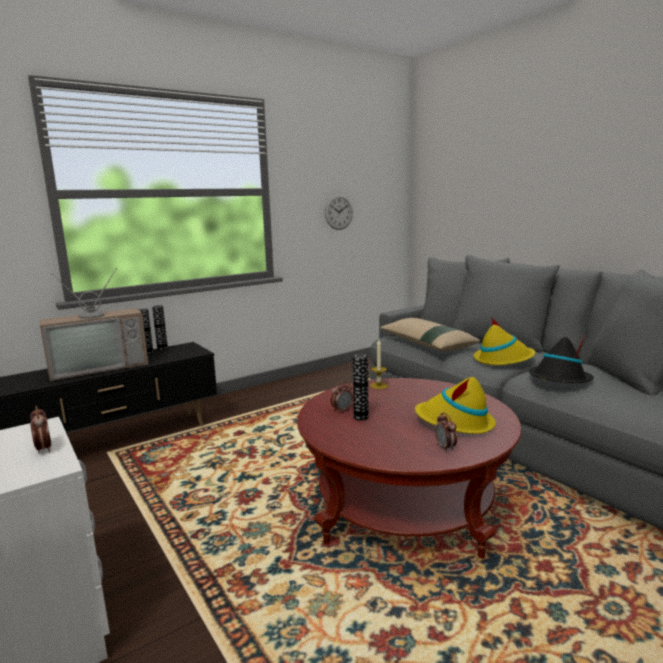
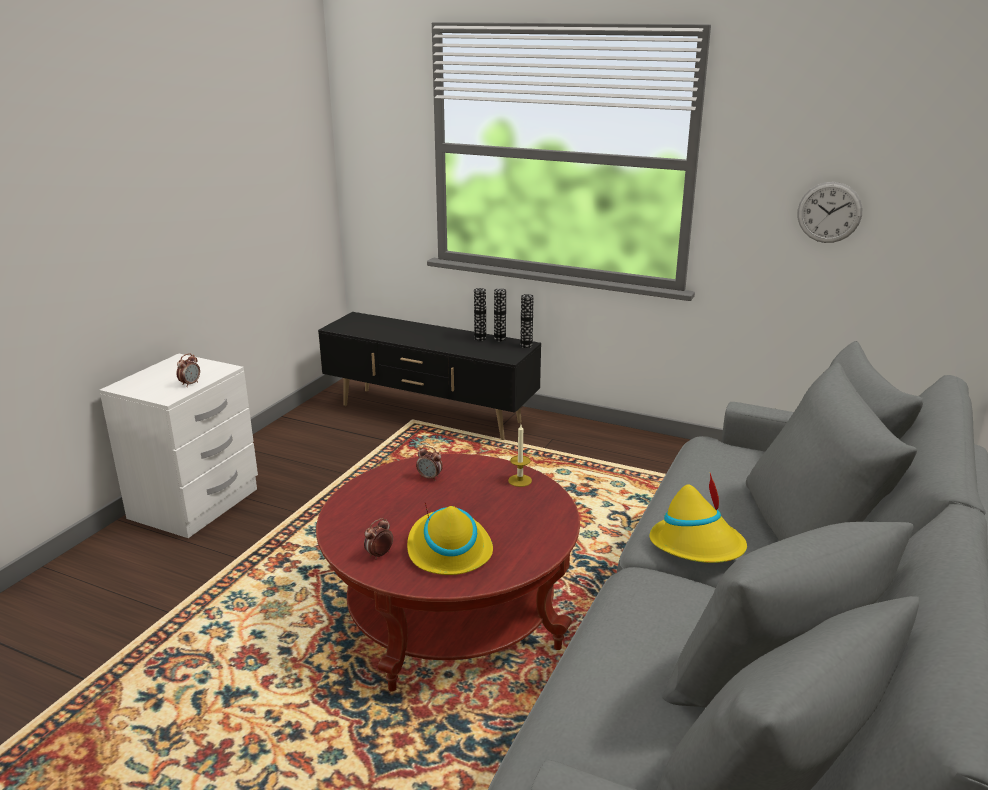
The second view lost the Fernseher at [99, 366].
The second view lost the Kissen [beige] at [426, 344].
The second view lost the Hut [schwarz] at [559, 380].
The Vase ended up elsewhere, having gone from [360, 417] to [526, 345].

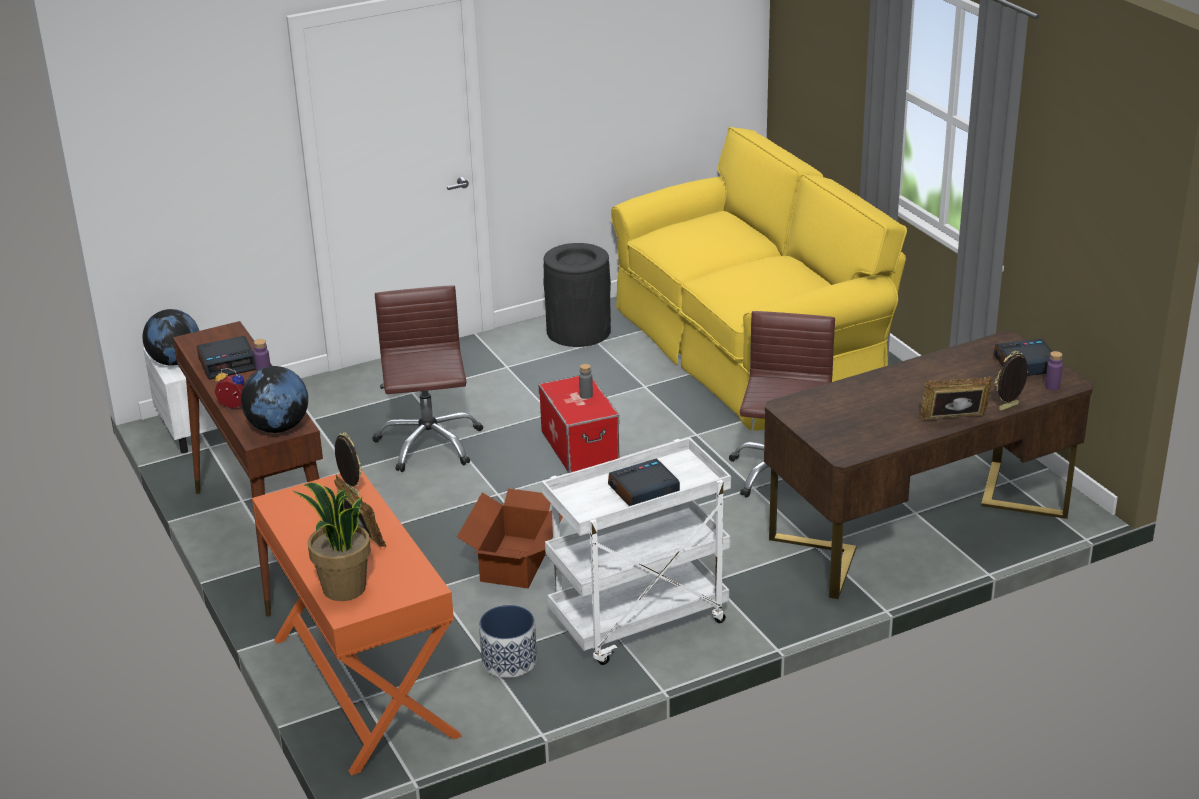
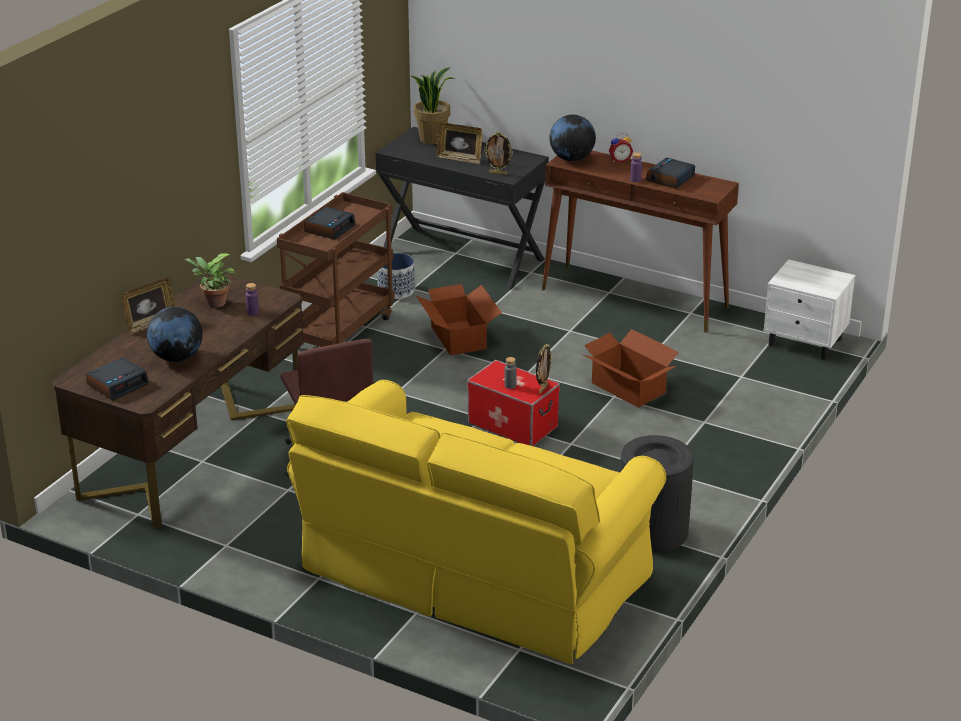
Where the Bürostuhl [braun] stood at [428, 443], the Karton came to stand at [628, 388].
The Globus ended up elsewhere, having gone from [175, 361] to [177, 357].
The Bilderrahmen ended up elsewhere, having gone from [1009, 407] to [543, 389].
The Flasche [lila] ended up elsewhere, having gone from [1052, 386] to [253, 312].
What was the Rollwagen [weiß] at [638, 623] turned into the Rollwagen [braun] at [339, 331].
What was the Schreibtisch [orange] at [362, 686] turned into the Schreibtisch [schwarz] at [463, 257].
The second view gained the Topfpflanze at [213, 303].

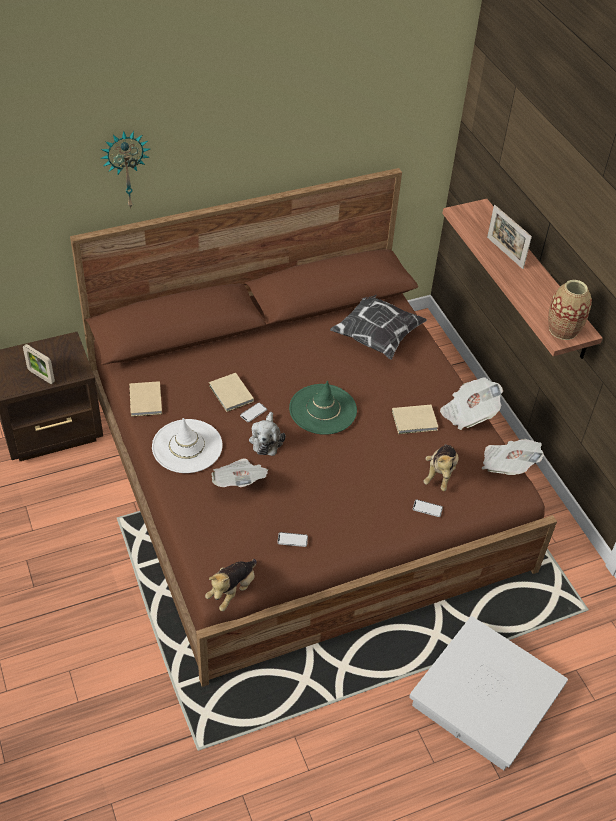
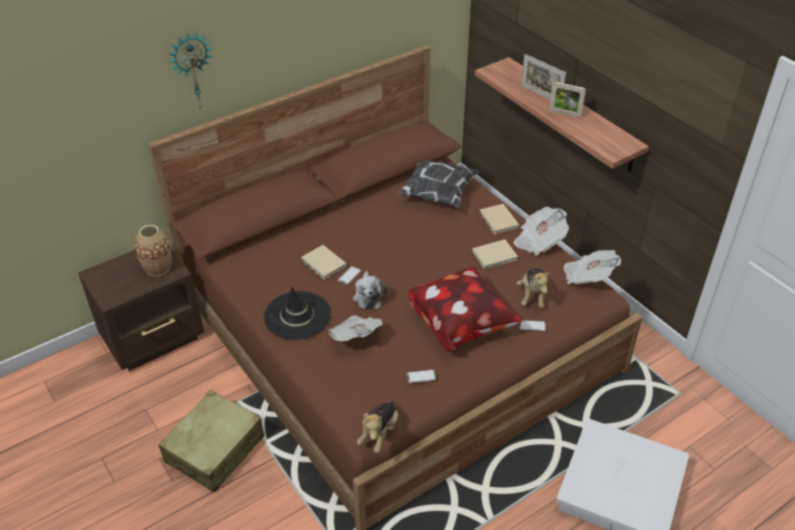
The Vase ended up elsewhere, having gone from [563, 330] to [158, 267].
The Bilderrahmen ended up elsewhere, having gone from [41, 376] to [565, 113].
The Buch [beige] ended up elsewhere, having gone from [145, 401] to [498, 221].
The second view lost the Hut [grün] at [322, 409].
What was the Hut [weiß] at [187, 446] turned into the Hut [schwarz] at [297, 316].
The second view gained the Kissen at [461, 324].
The second view gained the Koffer [beige] at [215, 449].

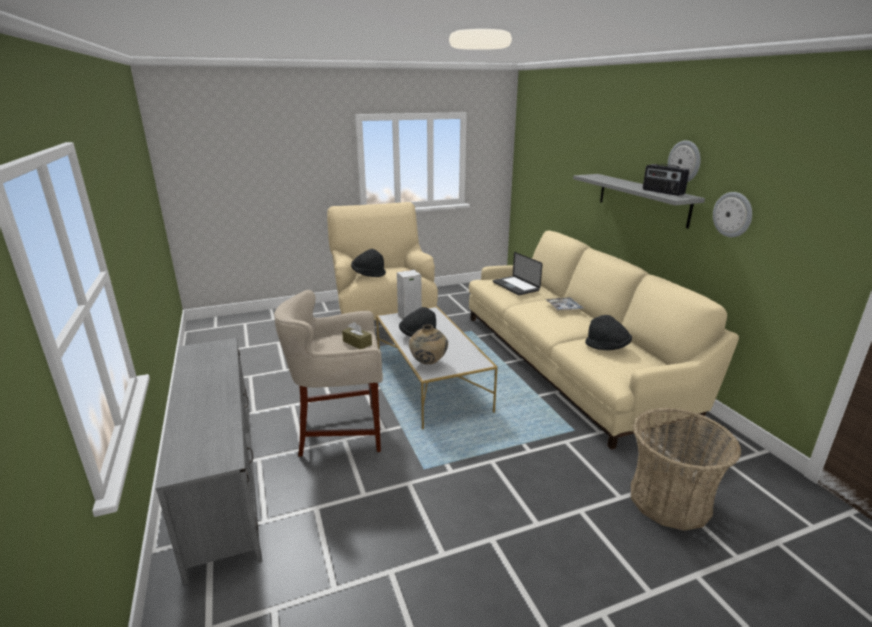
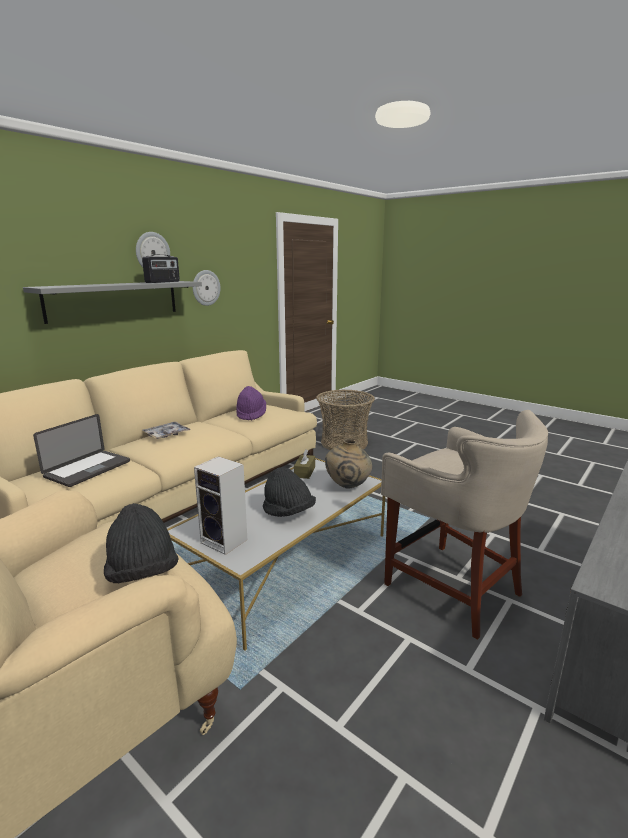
What was the Hut [schwarz] at [607, 347] turned into the Hut [lila] at [251, 414].
The Taschentuchbox [braun] ended up elsewhere, having gone from [357, 343] to [304, 472].

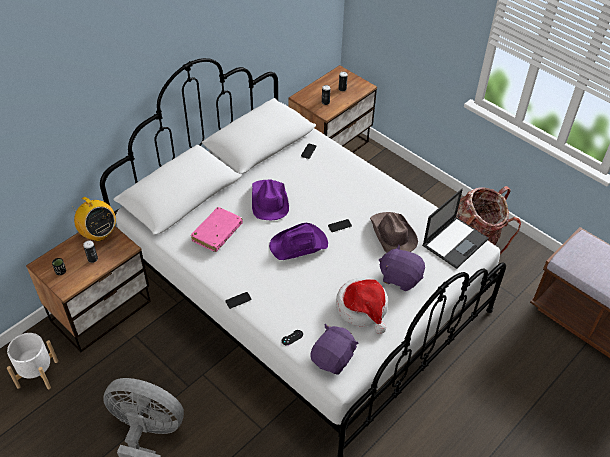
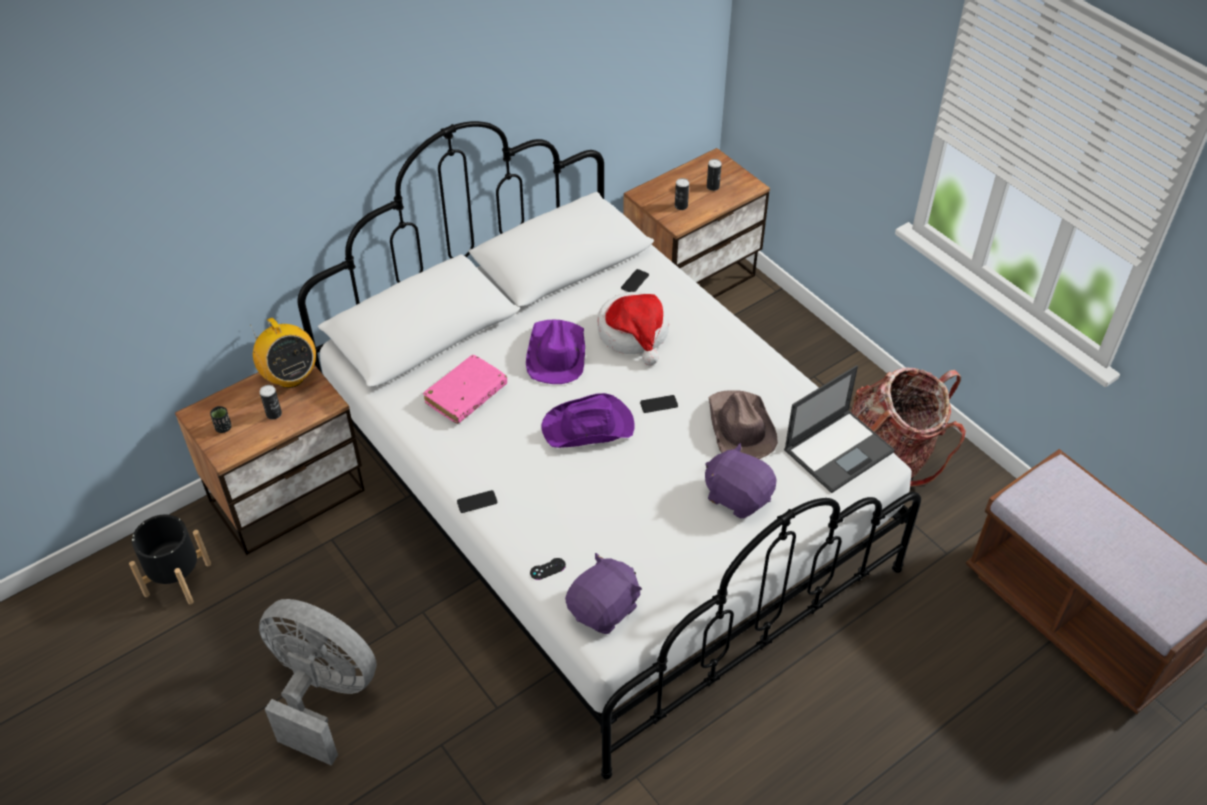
The Hut ended up elsewhere, having gone from [362, 308] to [634, 334].
What was the Pflanzkübel [weiß] at [37, 374] turned into the Pflanzkübel [schwarz] at [177, 579].

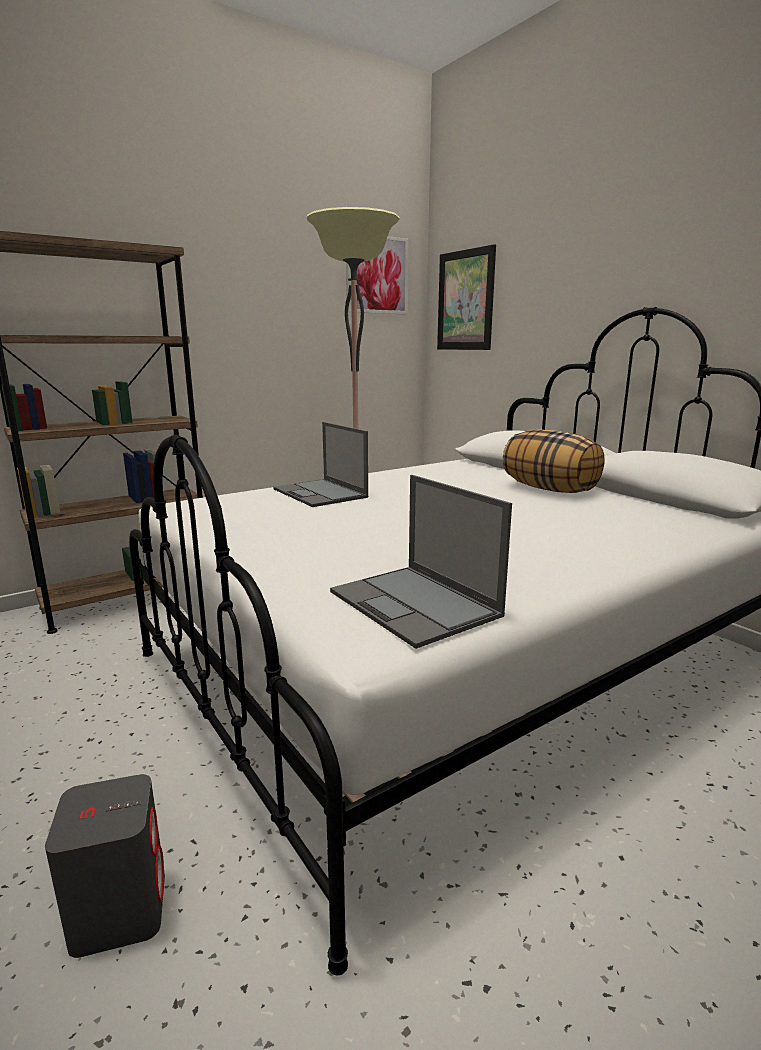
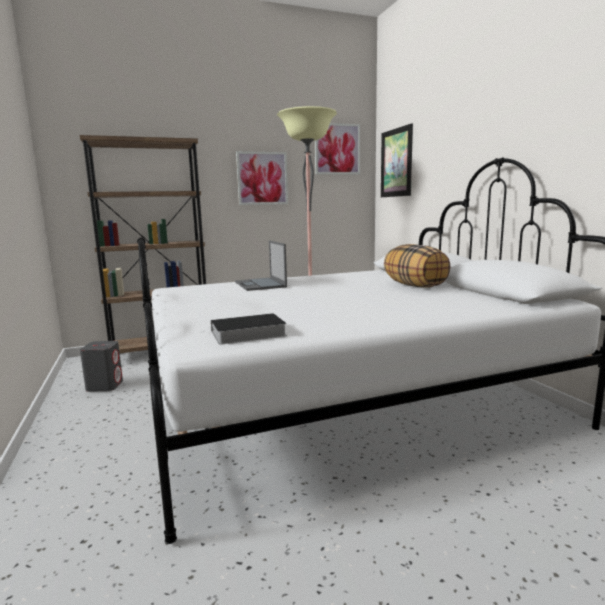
Where the Laptop stood at [415, 604], the Buch came to stand at [246, 334].
The Lautsprecher [grau] ended up elsewhere, having gone from [119, 910] to [105, 386].
The second view gained the Bild at [262, 178].

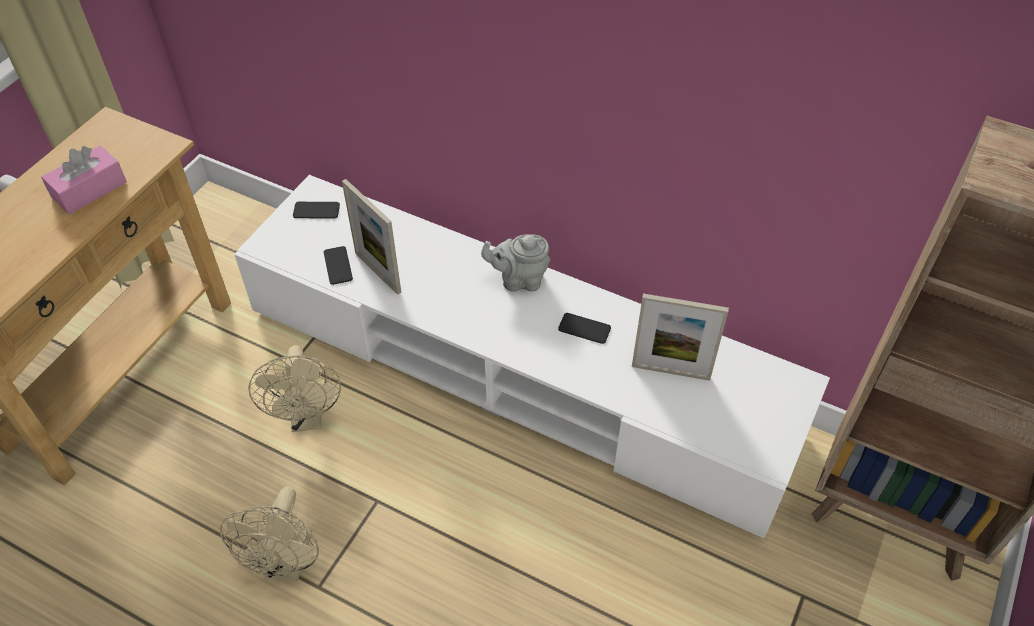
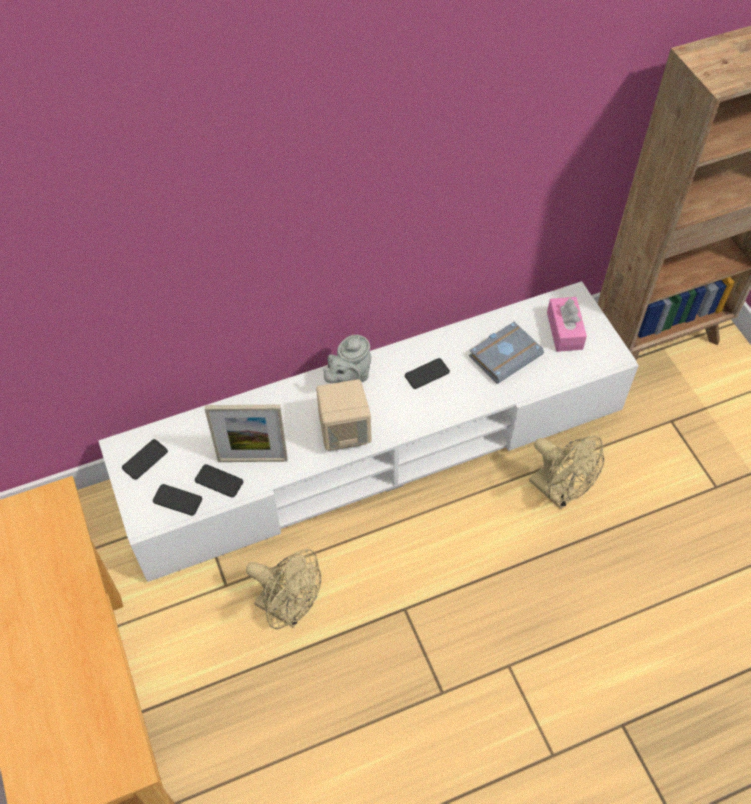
The Taschentuchbox [rosa] ended up elsewhere, having gone from [89, 190] to [564, 330].
Where the Bilderrahmen stood at [670, 371], the Buch [grau] came to stand at [505, 354].
The Ventilator [beige] ended up elsewhere, having gone from [288, 564] to [559, 492].
The second view gained the Lautsprecher [beige] at [344, 432].
The second view gained the Handy at [177, 500].

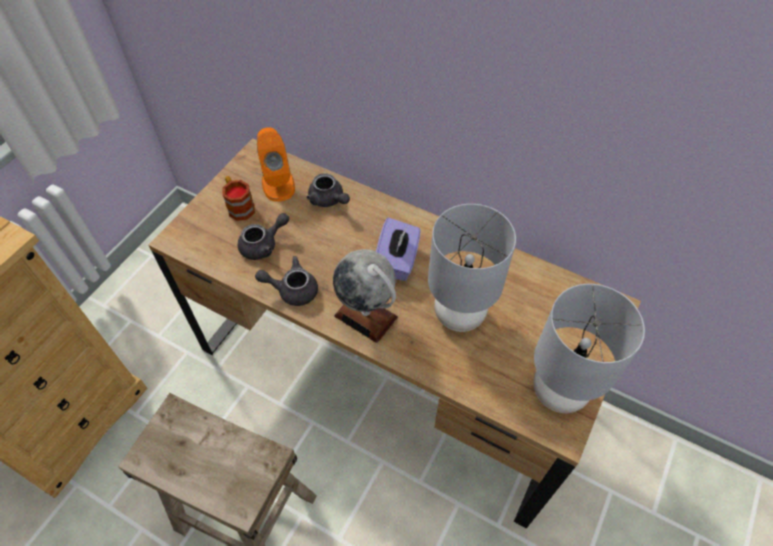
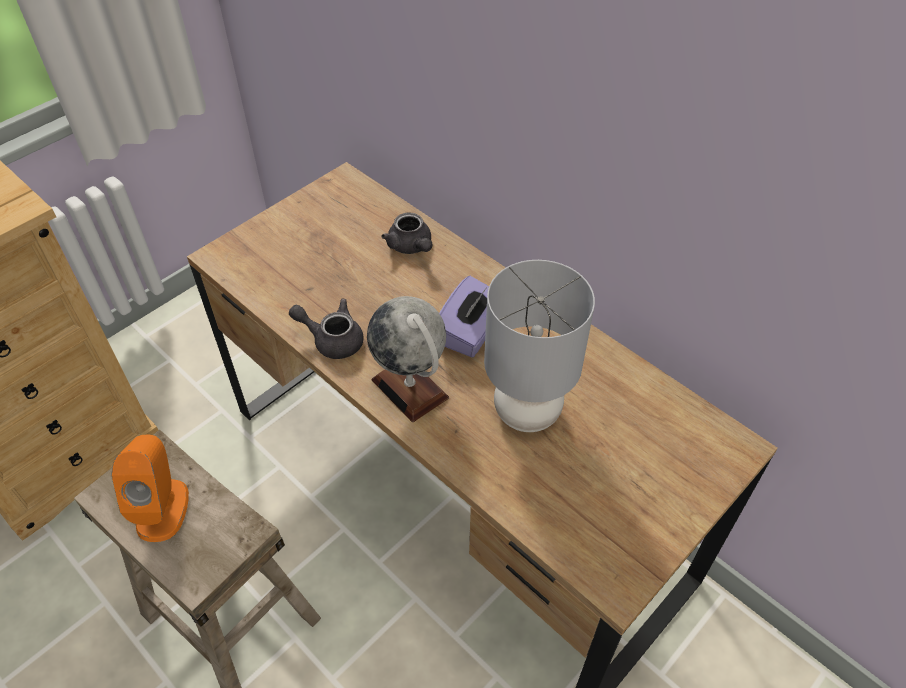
The Lautsprecher [orange] ended up elsewhere, having gone from [278, 183] to [162, 508].
The second view lost the Henkelbecher at [239, 206].
The second view lost the Teekanne [grau] at [264, 245].
The second view lost the Tischlampe [grau] at [559, 393].

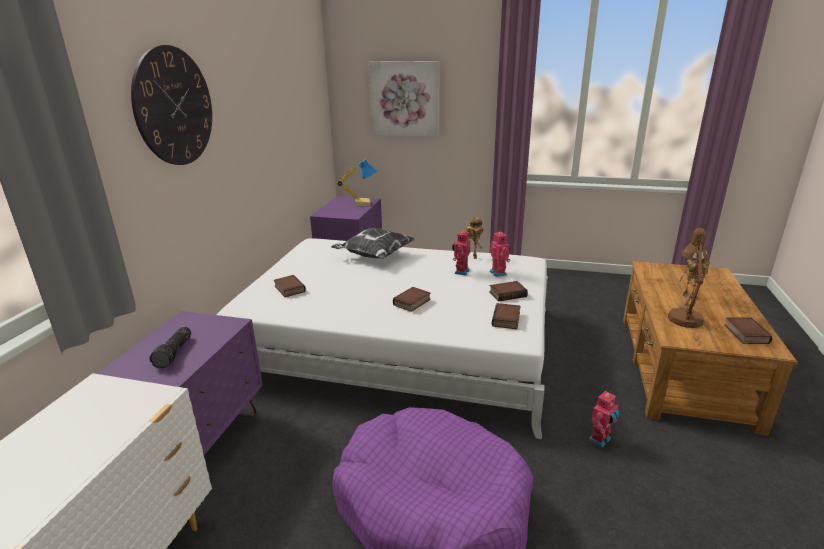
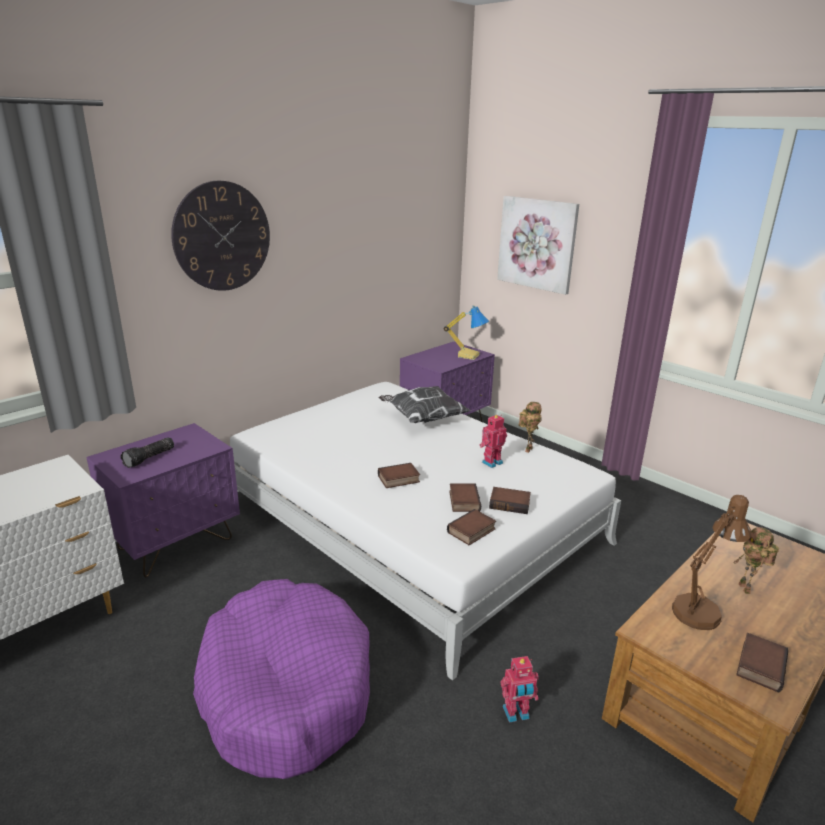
The second view lost the Spielzeugroboter at [499, 273].
The Buch ended up elsewhere, having gone from [288, 289] to [463, 501].

